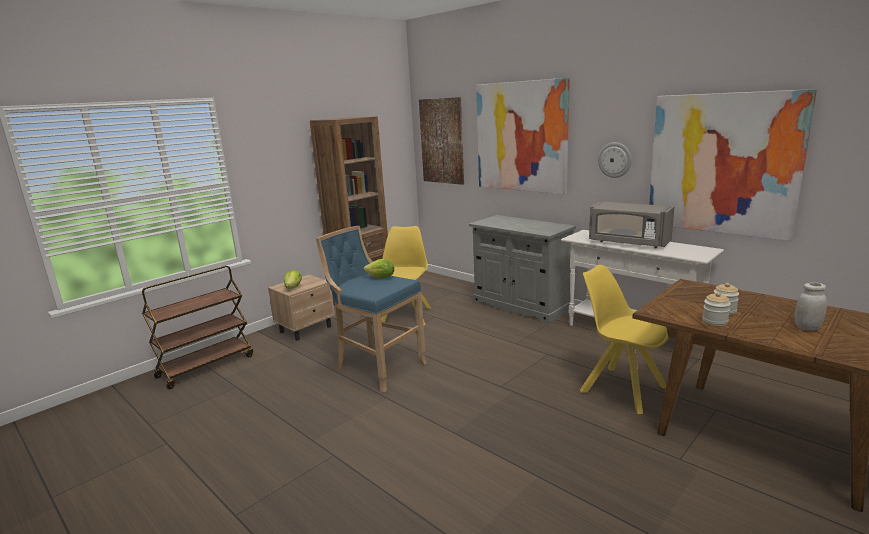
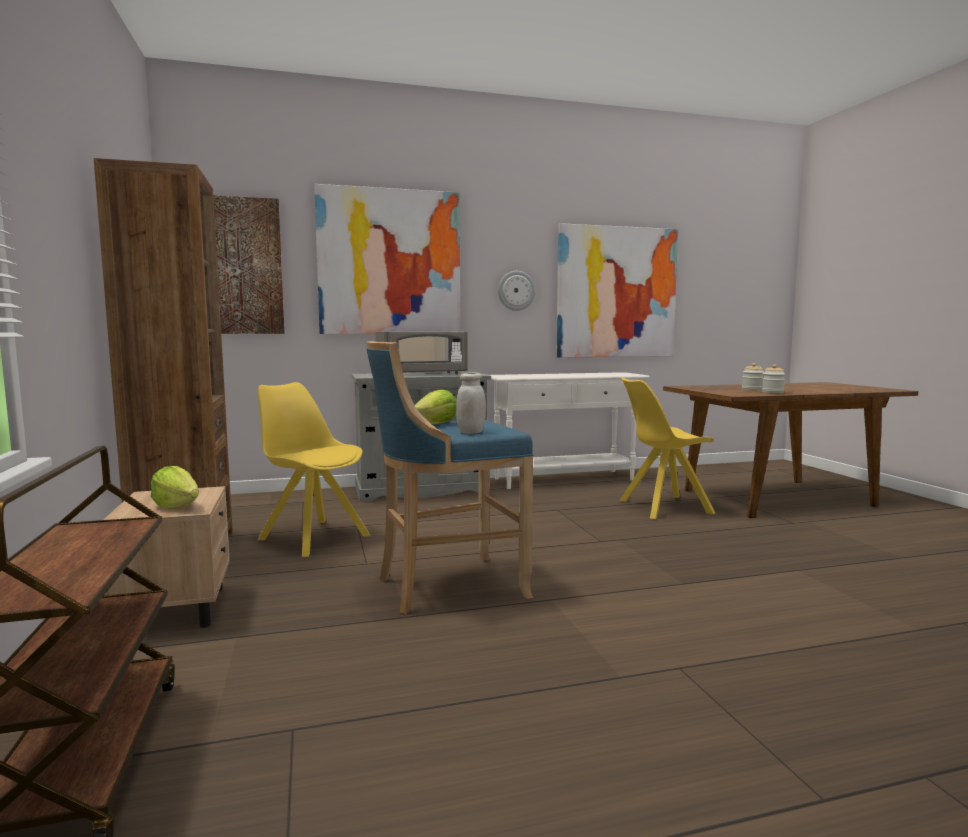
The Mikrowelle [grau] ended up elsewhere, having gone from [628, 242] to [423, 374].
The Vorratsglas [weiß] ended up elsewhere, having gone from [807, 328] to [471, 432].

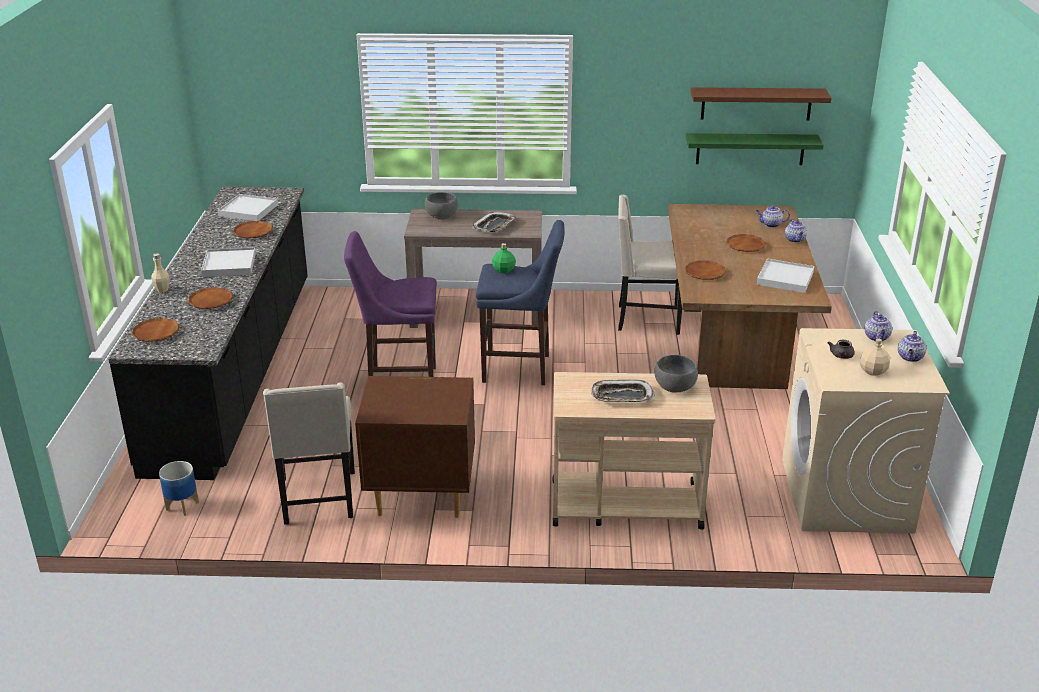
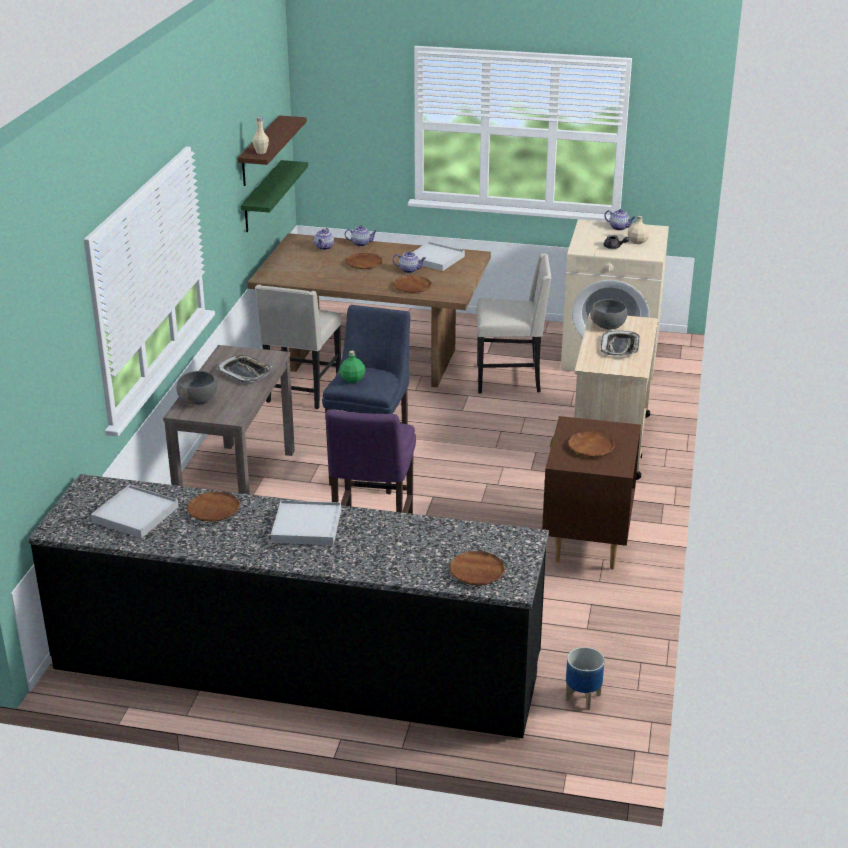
The Flasche [beige] ended up elsewhere, having gone from [162, 289] to [261, 152].
The Teller [braun] ended up elsewhere, having gone from [211, 301] to [590, 447].
The Teekanne ended up elsewhere, having gone from [877, 337] to [409, 270].
The Stuhl [beige] ended up elsewhere, having gone from [318, 499] to [510, 379].

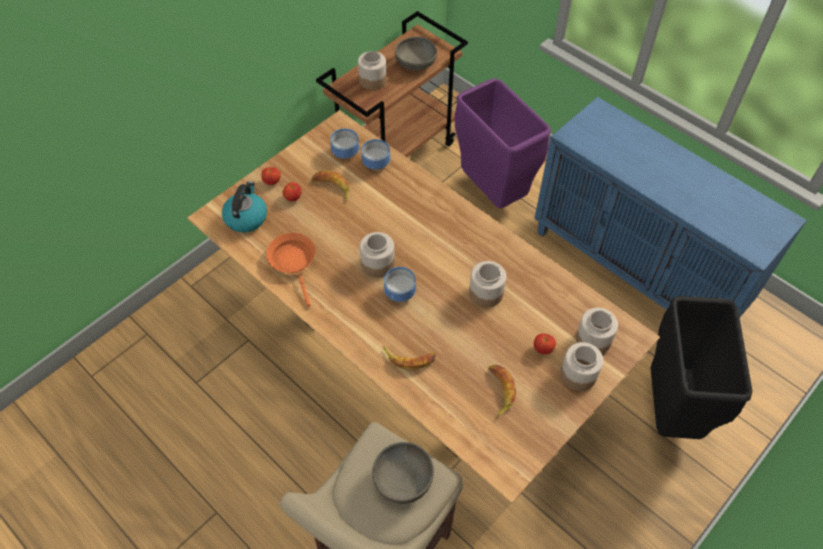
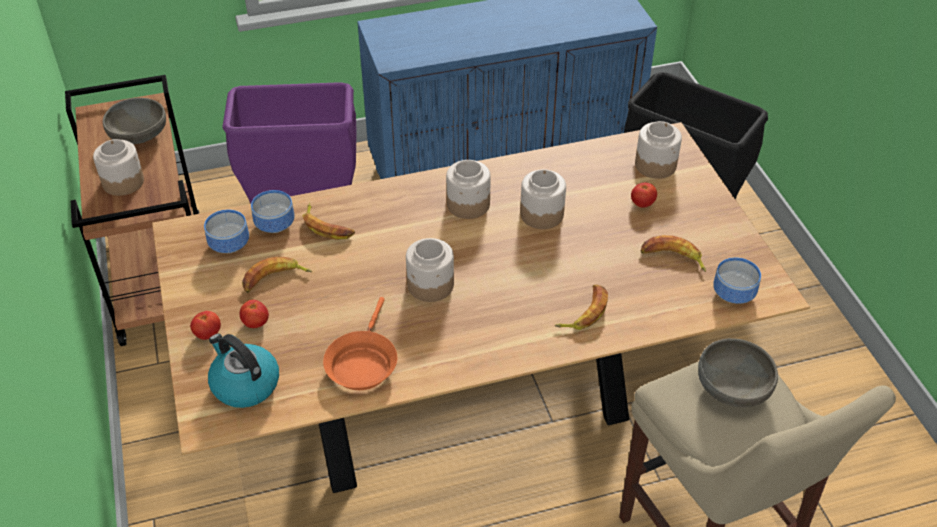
The Pfanne [orange] at [294, 262] ended up facing another way, 90 degrees counterclockwise from before.
The Schüssel ended up elsewhere, having gone from [399, 293] to [735, 295].
The Vorratsglas ended up elsewhere, having gone from [577, 374] to [467, 205].
The second view gained the Banane at [327, 227].

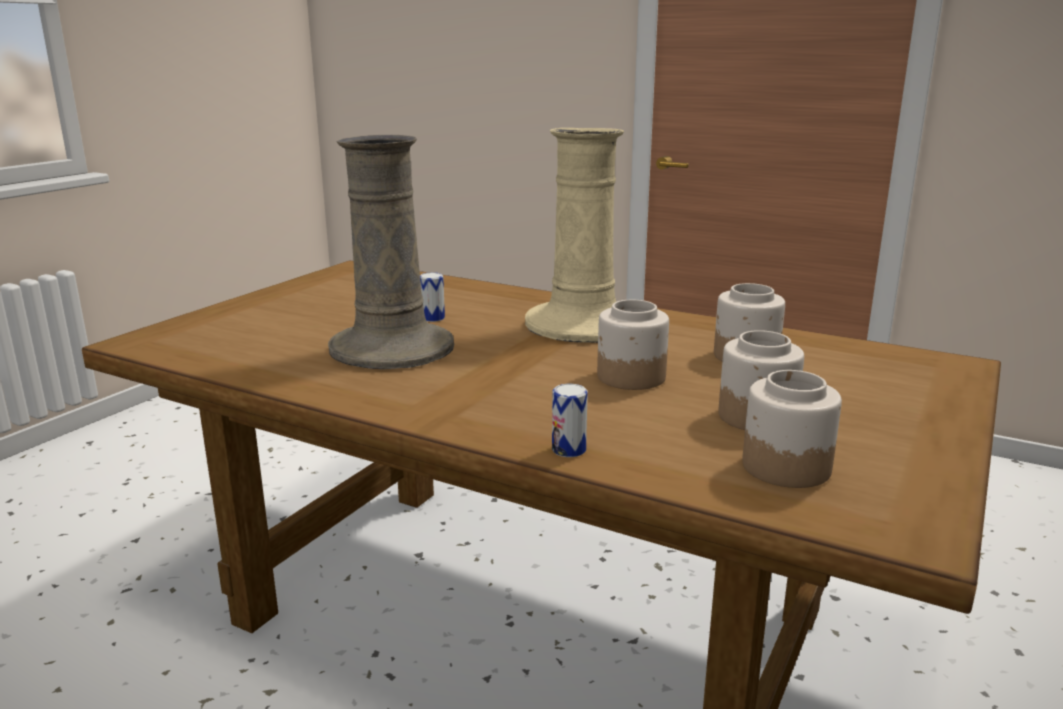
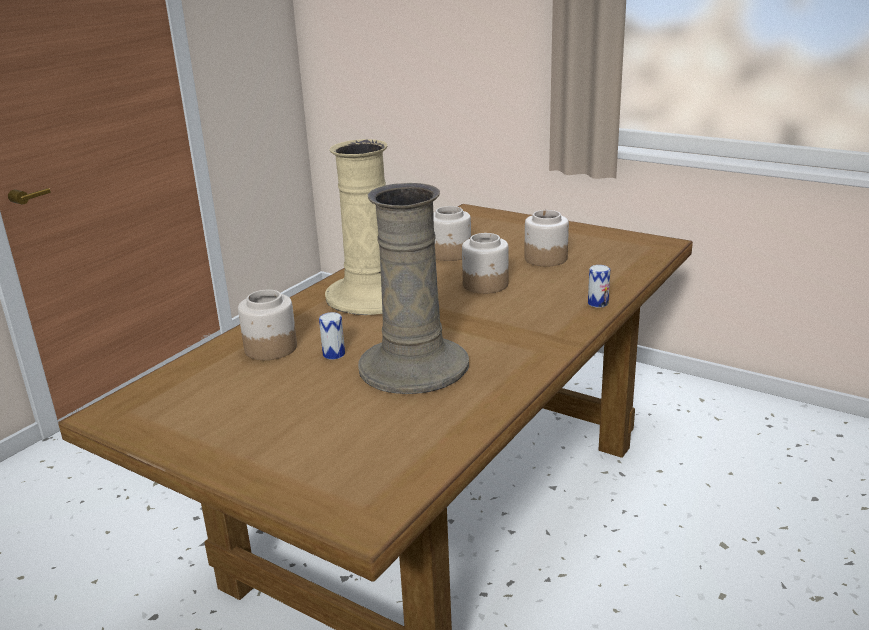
The Vorratsglas ended up elsewhere, having gone from [785, 466] to [270, 348].

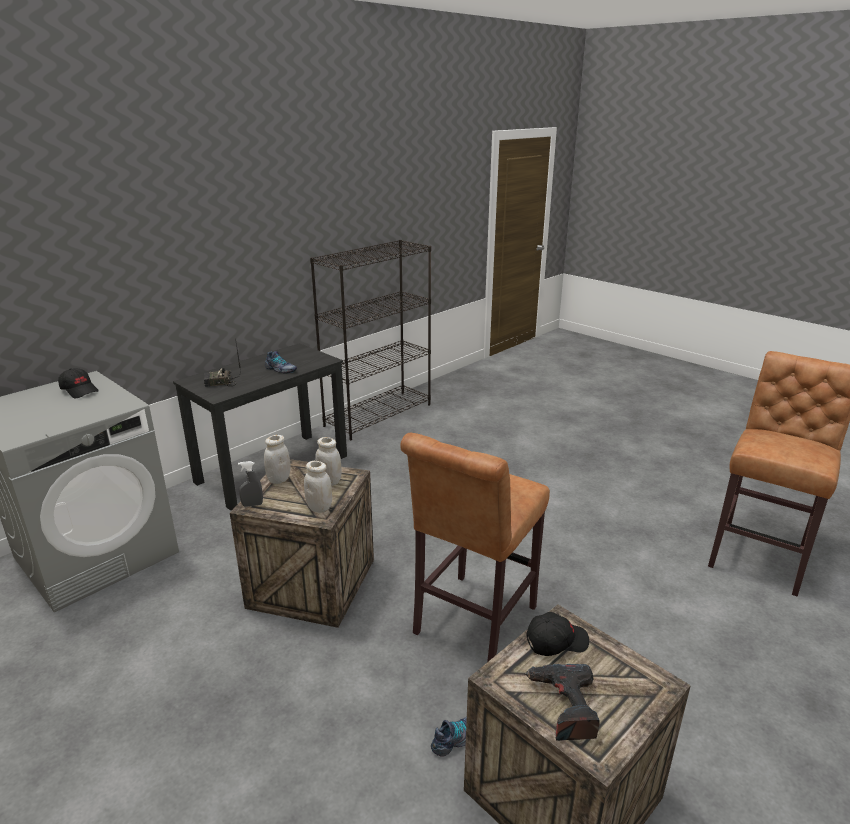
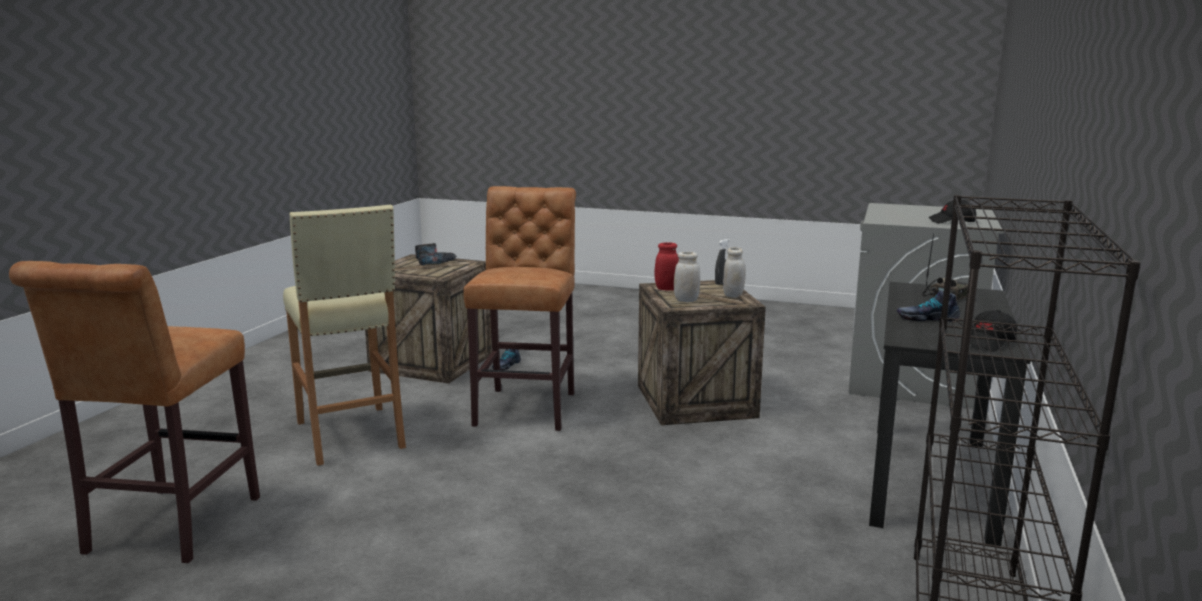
What was the Vorratsglas [weiß] at [319, 508] turned into the Vorratsglas [rot] at [666, 289].
The Kappe [schwarz] ended up elsewhere, having gone from [556, 641] to [989, 343].
The second view gained the Hocker [beige] at [350, 435].

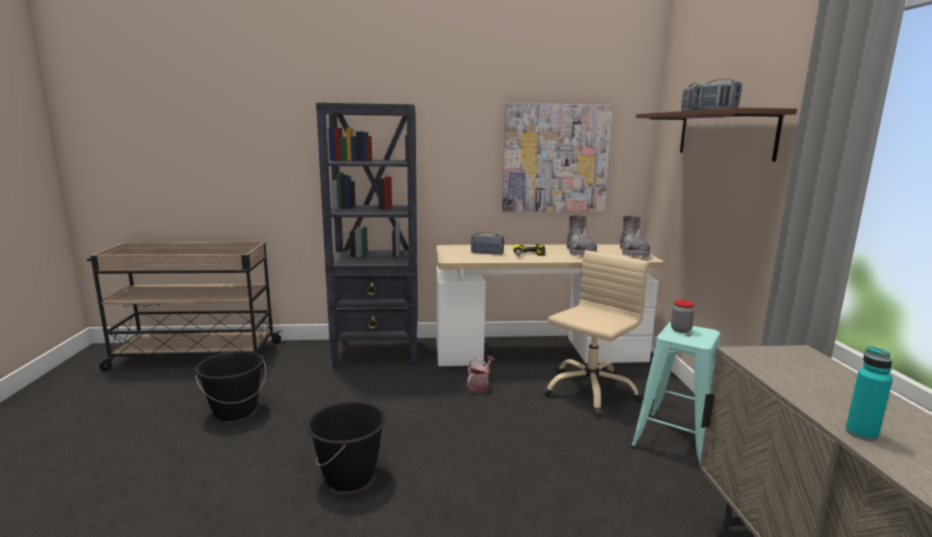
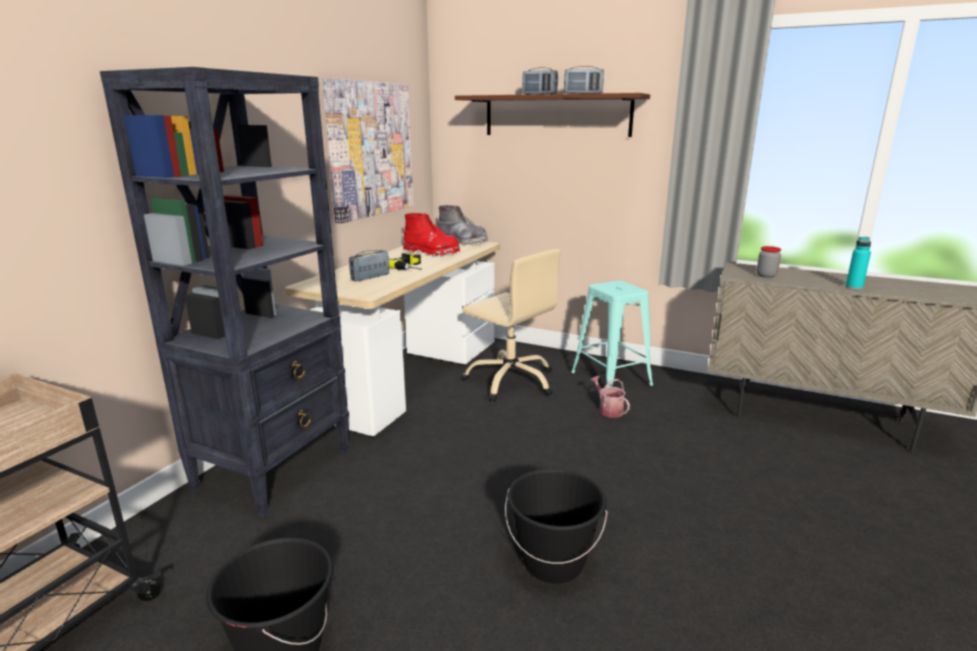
What was the Stiefel [grau] at [580, 252] turned into the Stiefel [rot] at [431, 253].
The Bürostuhl [beige] at [589, 390] ended up facing another way, 150 degrees clockwise from before.
The Vorratsglas ended up elsewhere, having gone from [680, 330] to [766, 275].
The Gießkanne ended up elsewhere, having gone from [480, 386] to [608, 410].

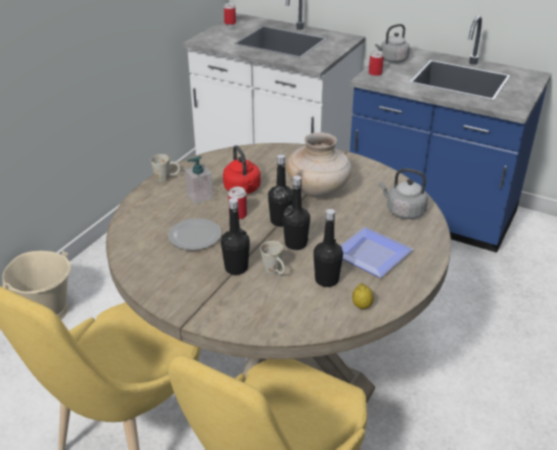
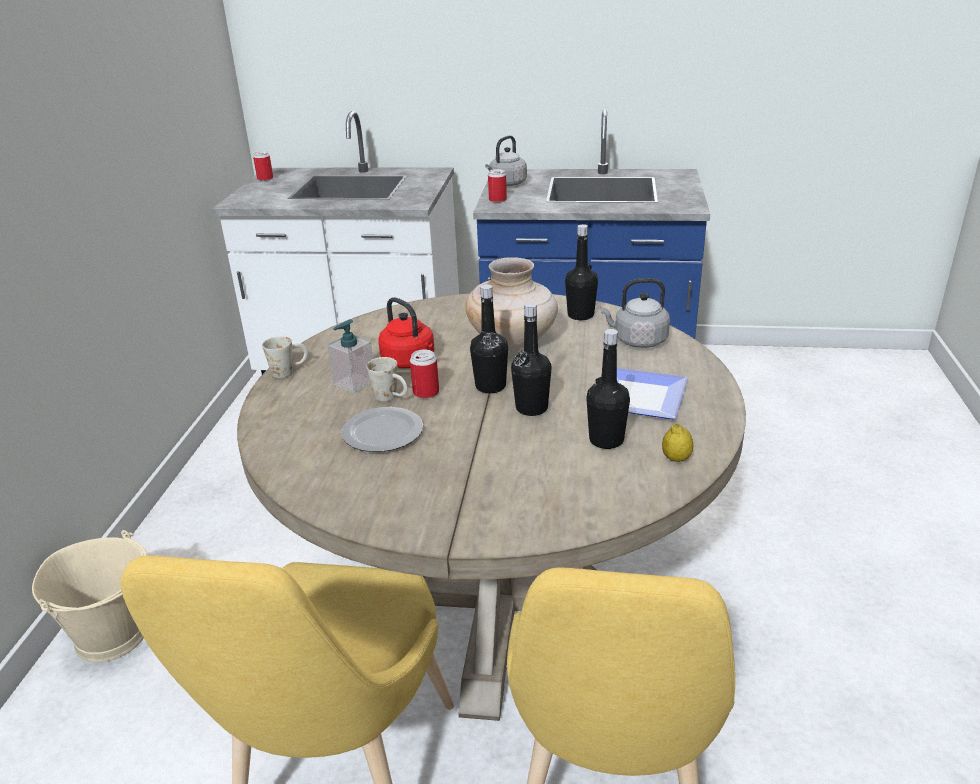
The Flasche [schwarz] ended up elsewhere, having gone from [236, 268] to [580, 315].
The Henkelbecher [weiß] ended up elsewhere, having gone from [275, 272] to [391, 397].

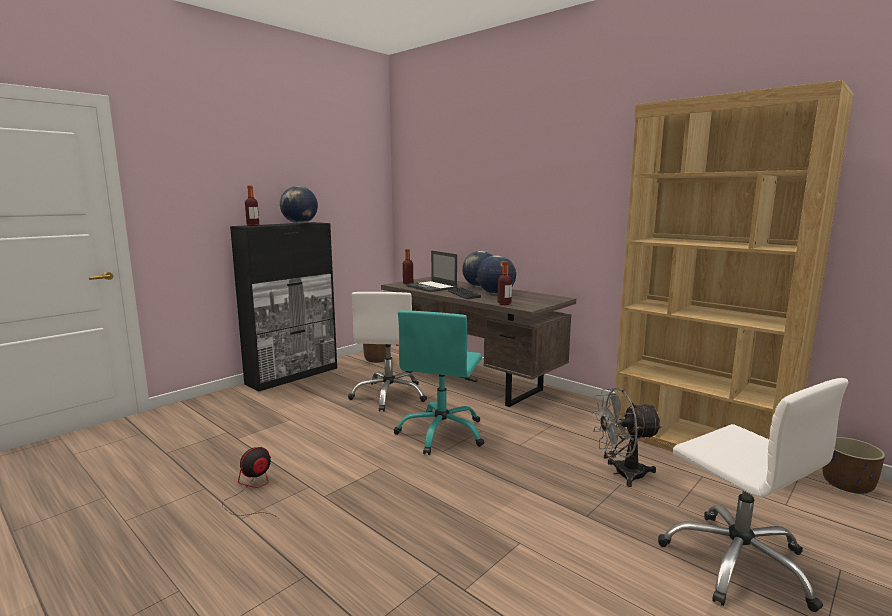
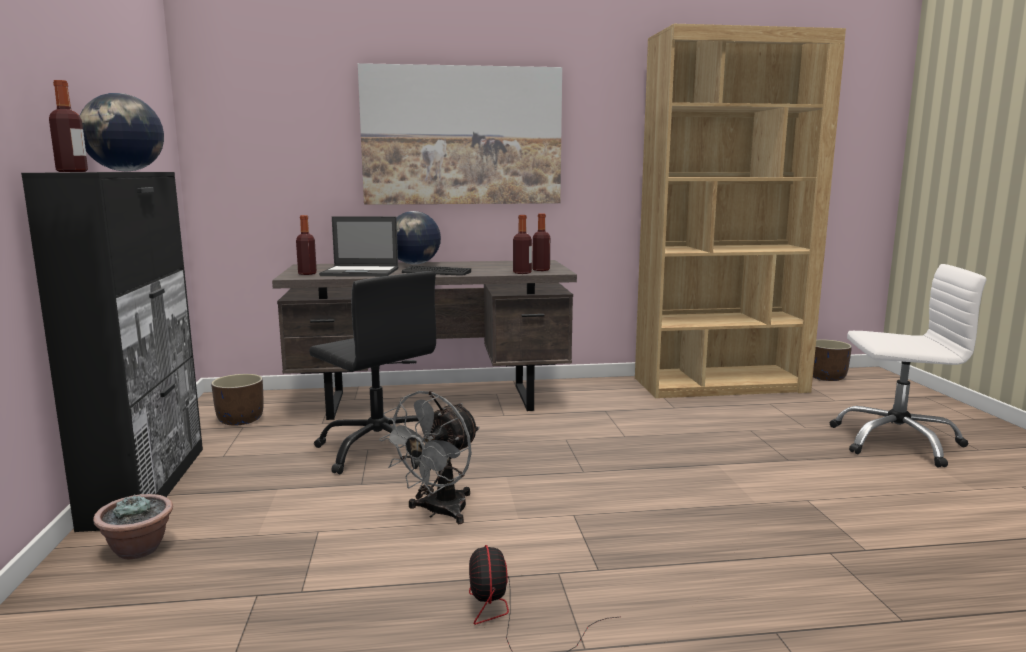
The second view lost the Globus at [496, 293].
What was the Bürostuhl [weiß] at [389, 395] turned into the Bürostuhl [schwarz] at [379, 449].
The second view lost the Bürostuhl [türkis] at [442, 433].
The Ventilator [grau] ended up elsewhere, having gone from [622, 474] to [438, 512].
The second view gained the Bild at [462, 136].
The second view gained the Flasche at [541, 270].
The second view gained the Topfpflanze at [139, 550].

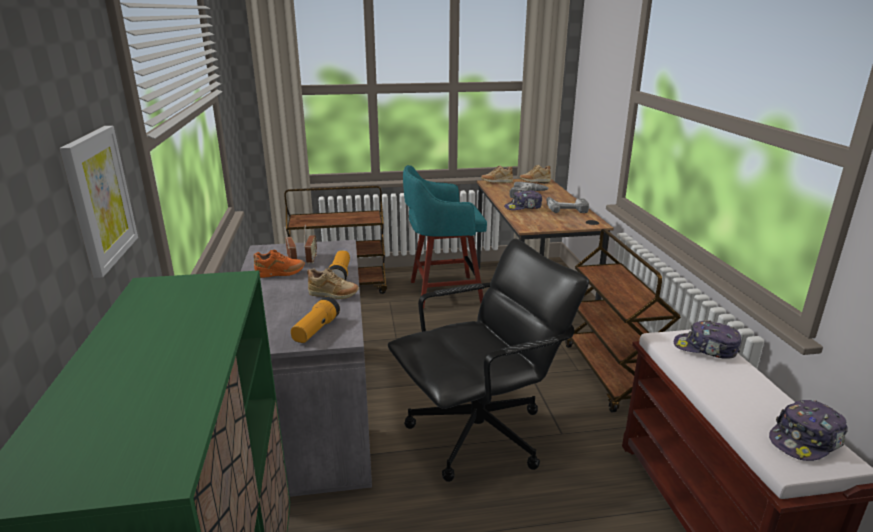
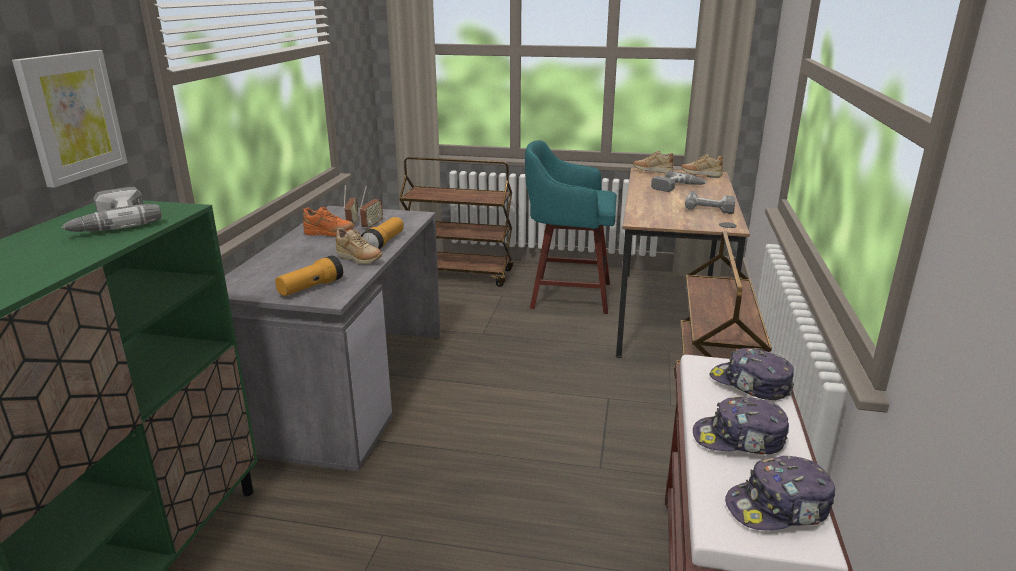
The Kappe ended up elsewhere, having gone from [523, 207] to [739, 439].
The second view lost the Bürostuhl [schwarz] at [480, 434].
The second view gained the Bohrmaschine at [110, 222].

